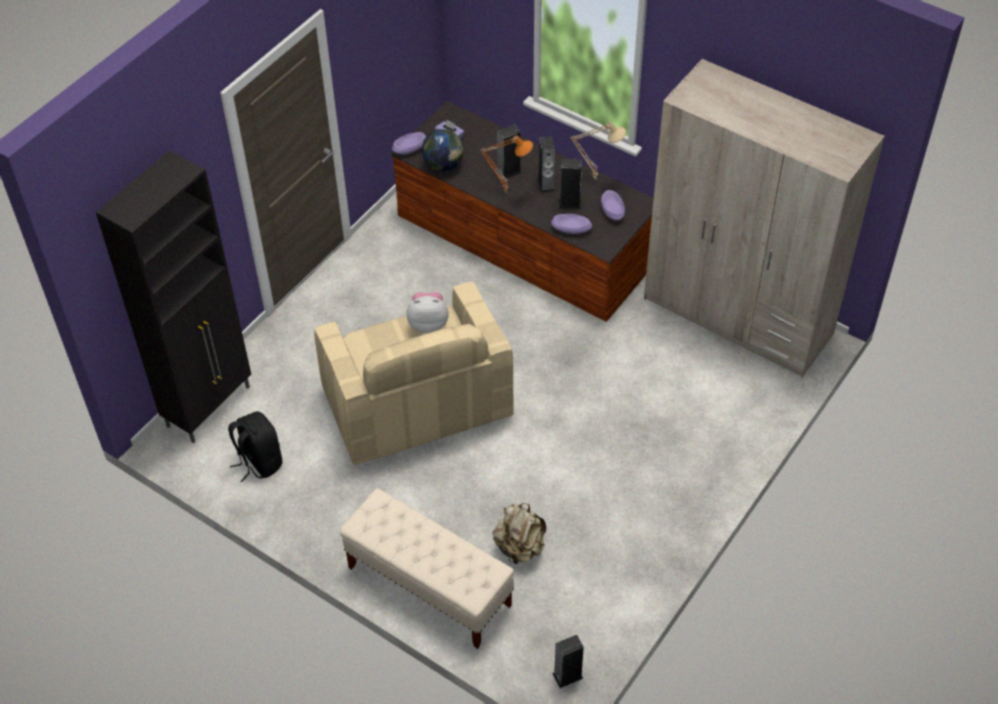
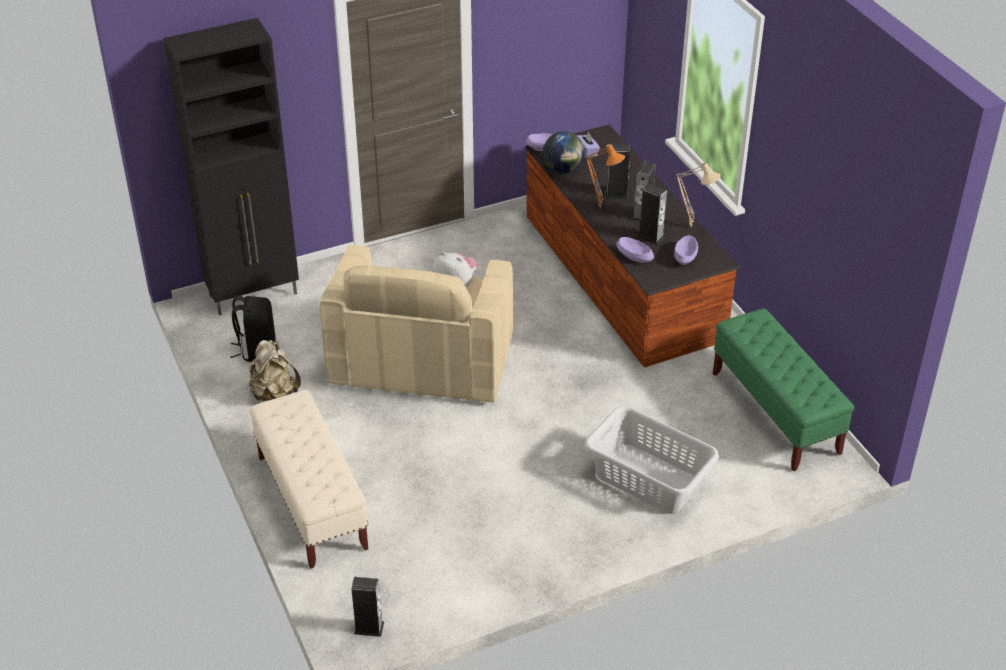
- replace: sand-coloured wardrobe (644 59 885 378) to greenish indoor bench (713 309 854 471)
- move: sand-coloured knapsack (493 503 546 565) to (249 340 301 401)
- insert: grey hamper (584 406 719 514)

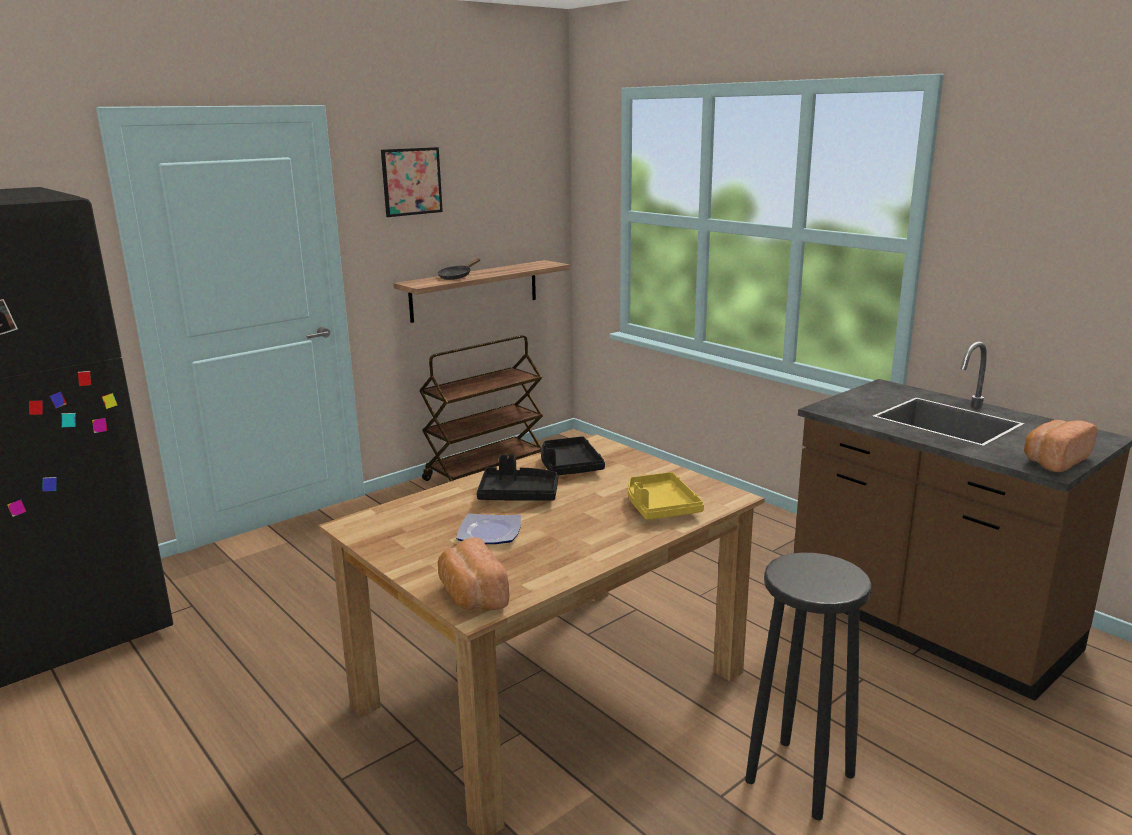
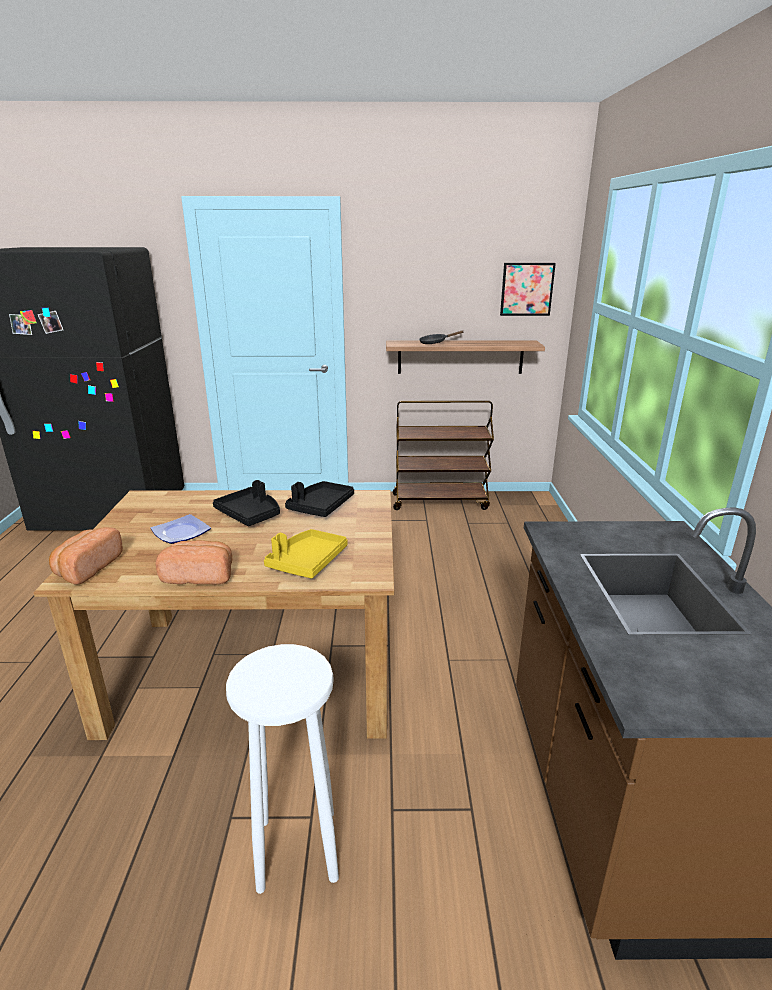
- move: wall picture (381 147 443 217) to (500 263 556 316)
- move: bakery bread (1024 420 1097 472) to (156 540 232 585)
- recolor: black stool seat (745 553 871 820) to white-coloured stool seat (226 644 339 894)

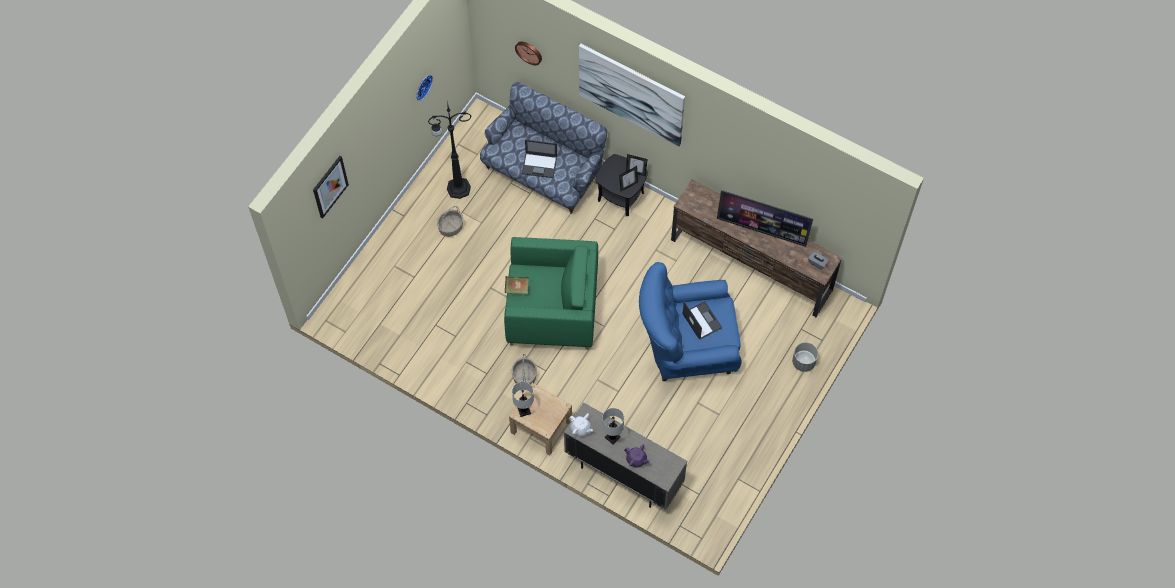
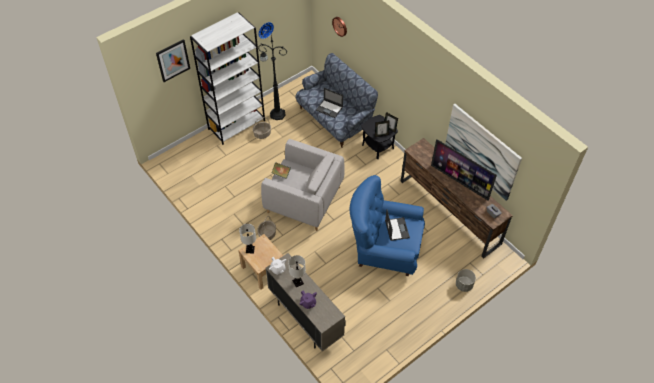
- move: wall picture (579 44 685 147) to (445 104 522 201)
- recolor: greenish armchair (504 237 598 350) to grey armchair (261 139 344 231)
- insert: white-coloured shelving unit (190 12 265 145)

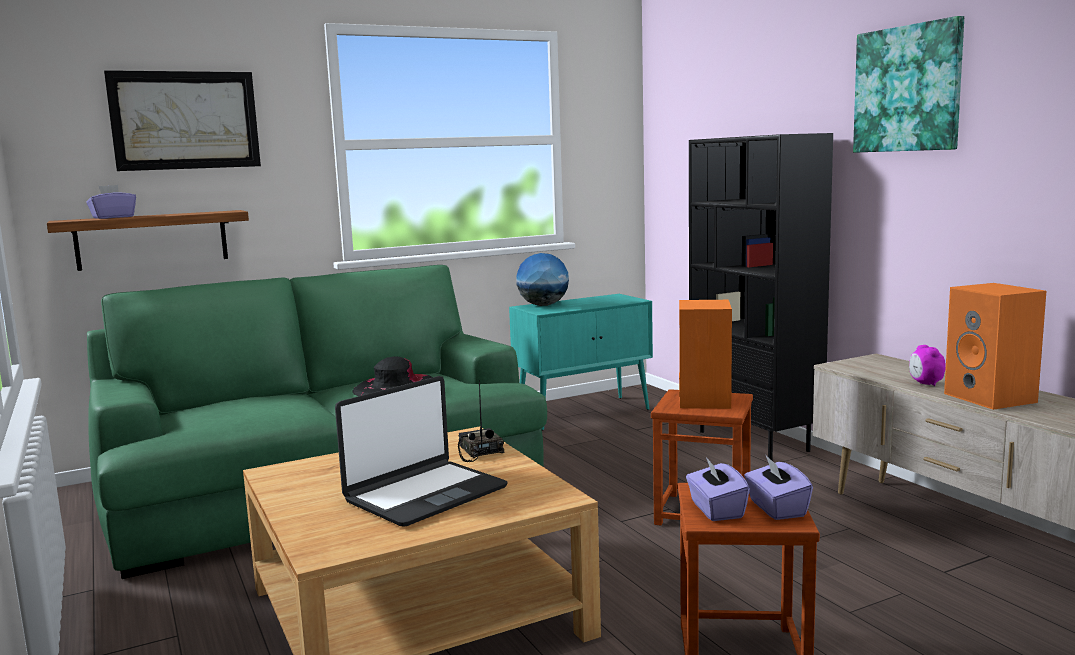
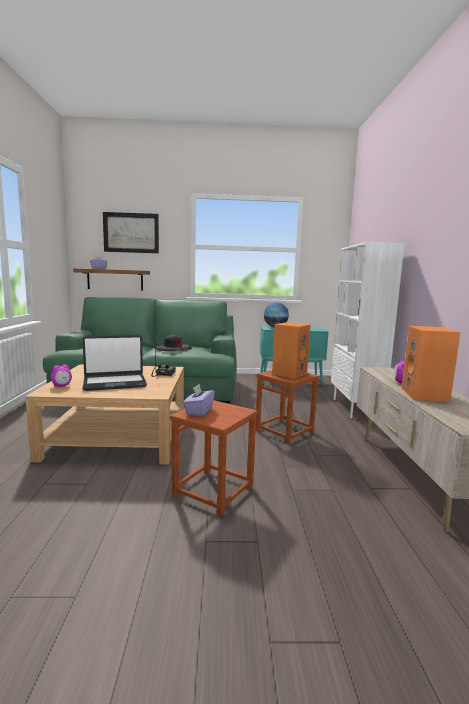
- delete: wall picture (853 16 964 153)
- recolor: black shelving unit (689 133 833 460) to white-coloured shelving unit (331 242 405 418)
- delete: purplish tissue holder (744 454 813 520)
- insert: bedside clock (51 365 72 387)

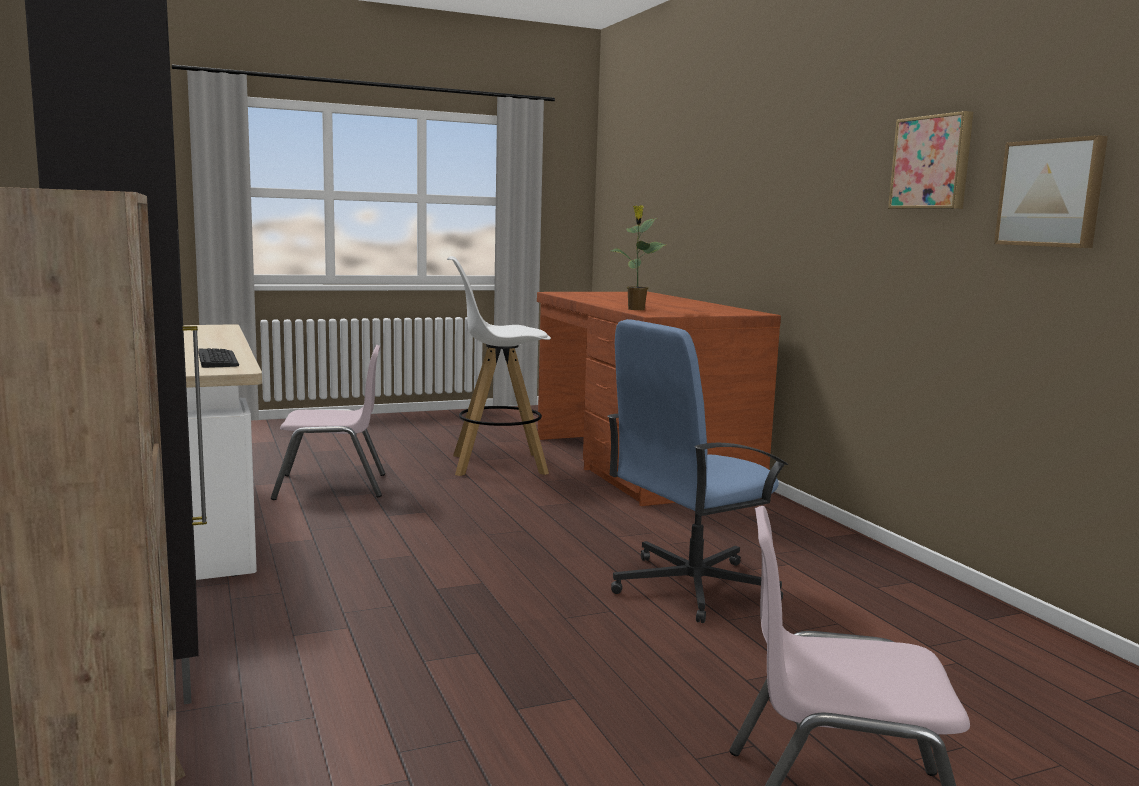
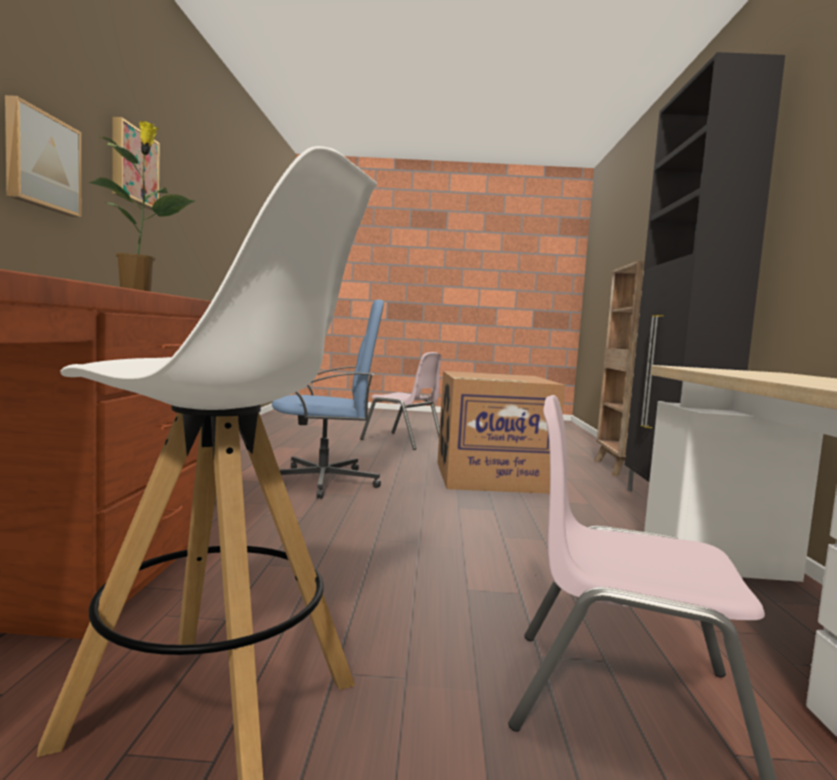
- move: wall picture (994 135 1108 248) to (5 95 81 217)
- delete: PC keyboard (198 348 239 368)
- insert: cardboard box (437 371 565 494)

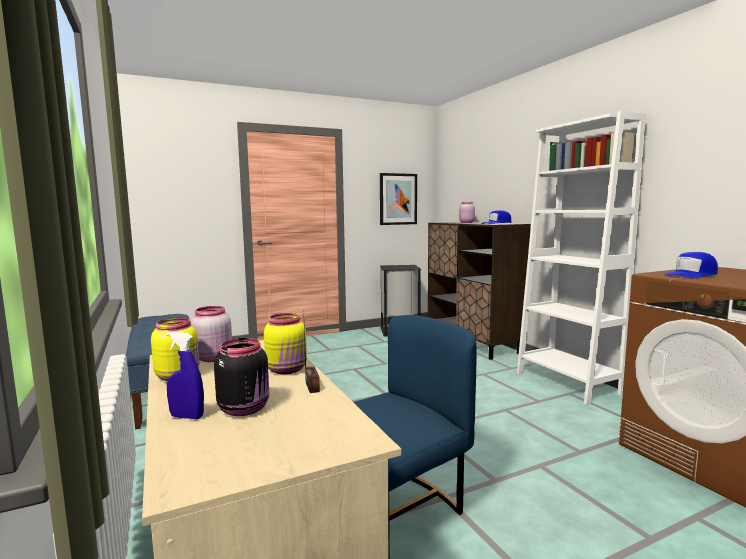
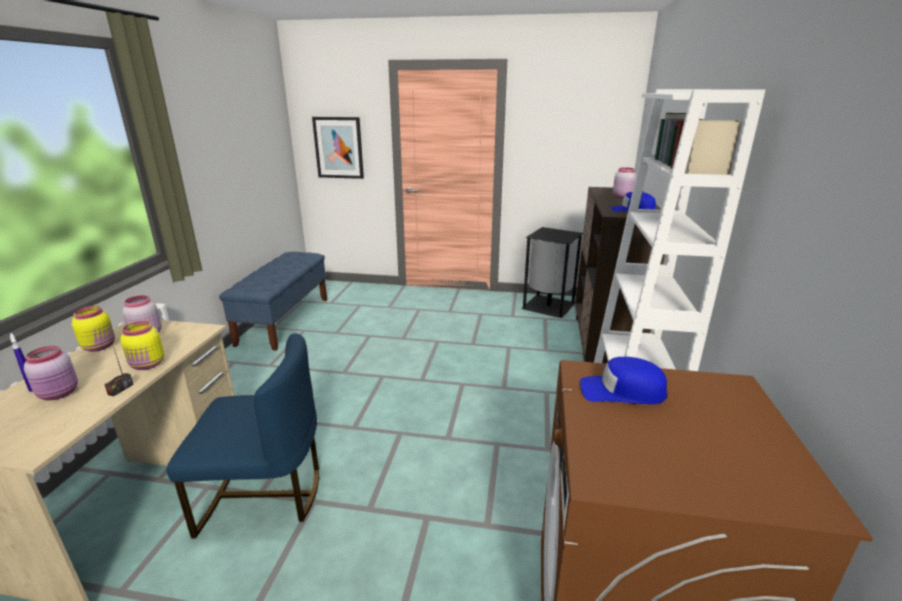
- move: wall picture (380 173 417 225) to (312 117 364 179)
- recolor: black preserve jar (214 338 269 416) to pinkish preserve jar (24 346 78 400)

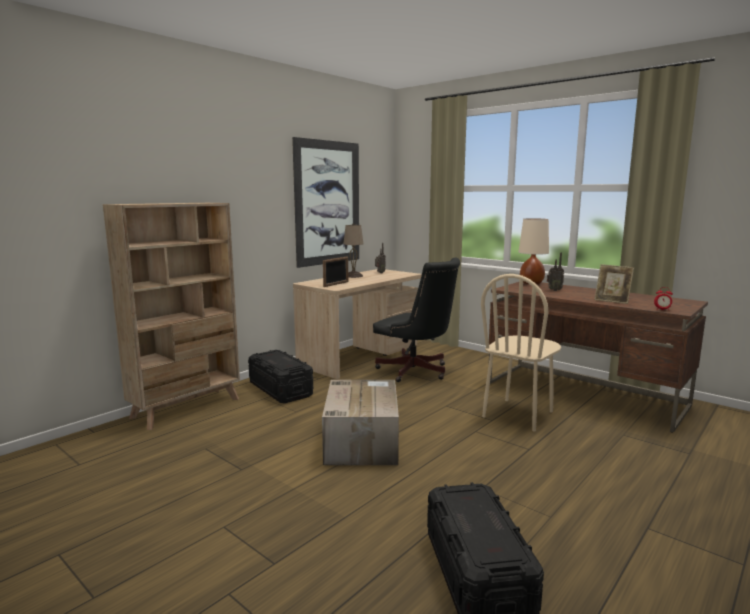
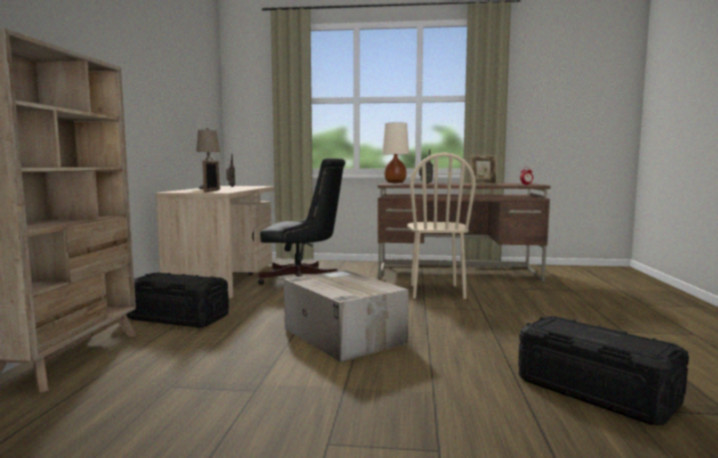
- delete: wall picture (292 137 359 268)

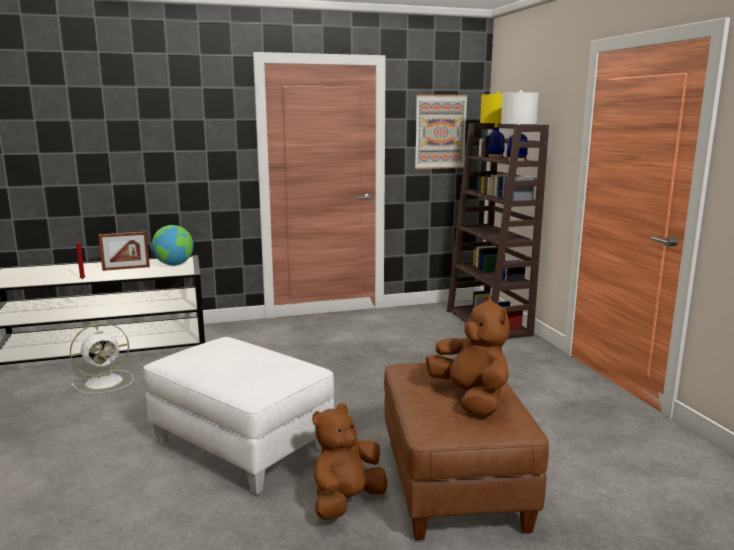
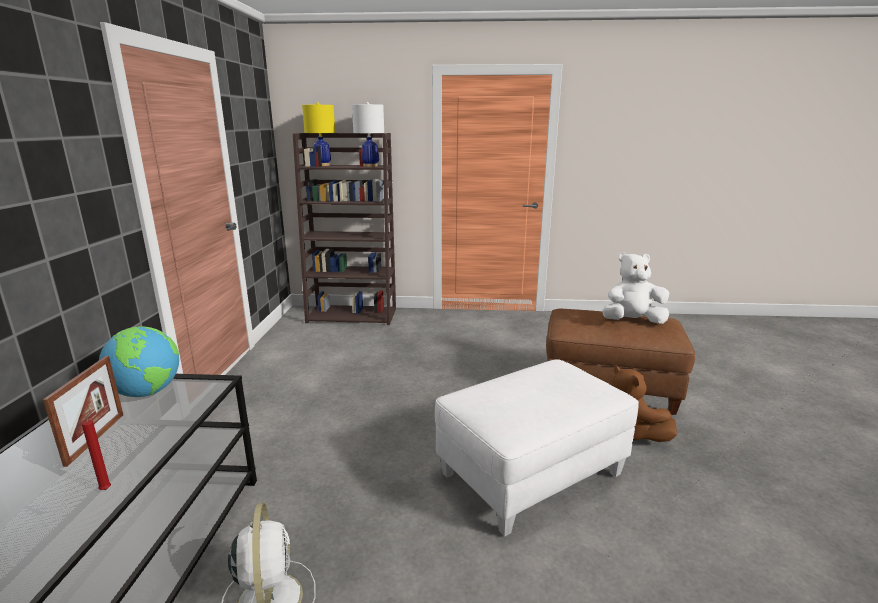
- delete: wall picture (415 95 468 169)
- recolor: brown soft toy (425 297 510 416) to white-coloured soft toy (602 252 669 324)

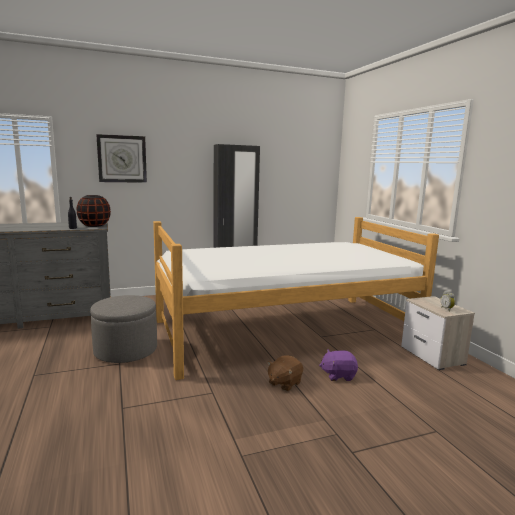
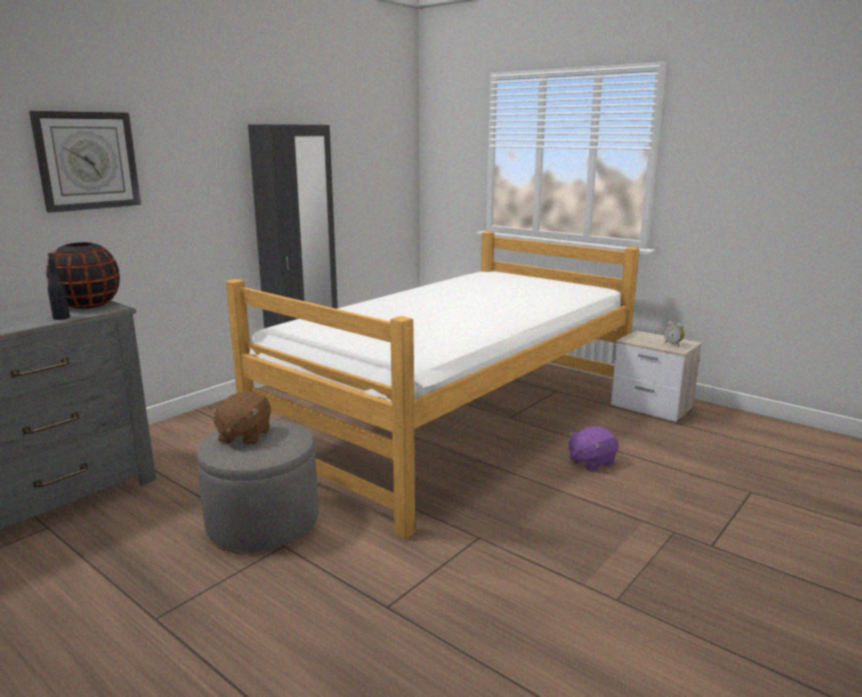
- move: brown soft toy (267 355 303 391) to (210 391 271 445)

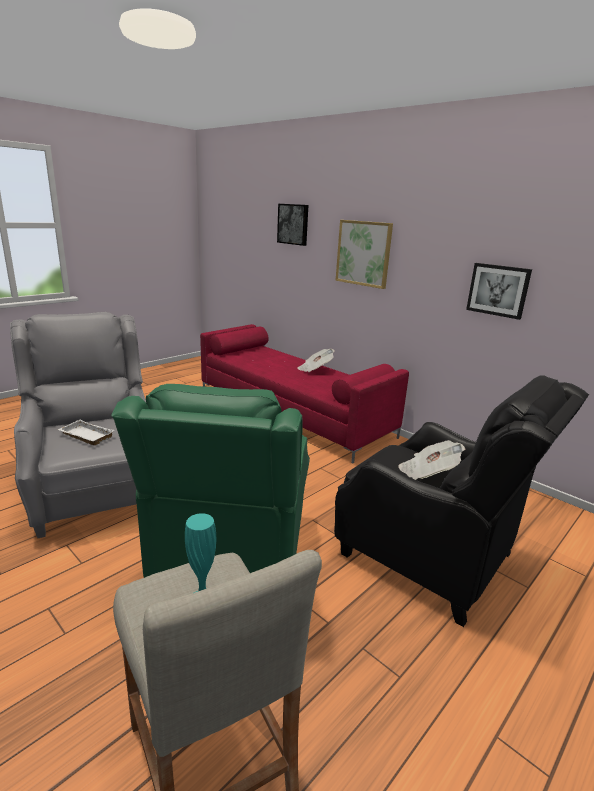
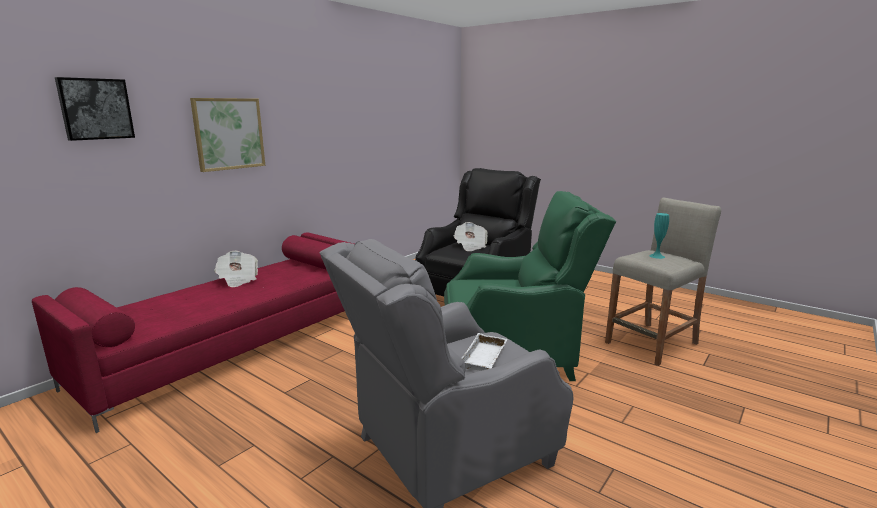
- delete: wall picture (466 263 532 320)

